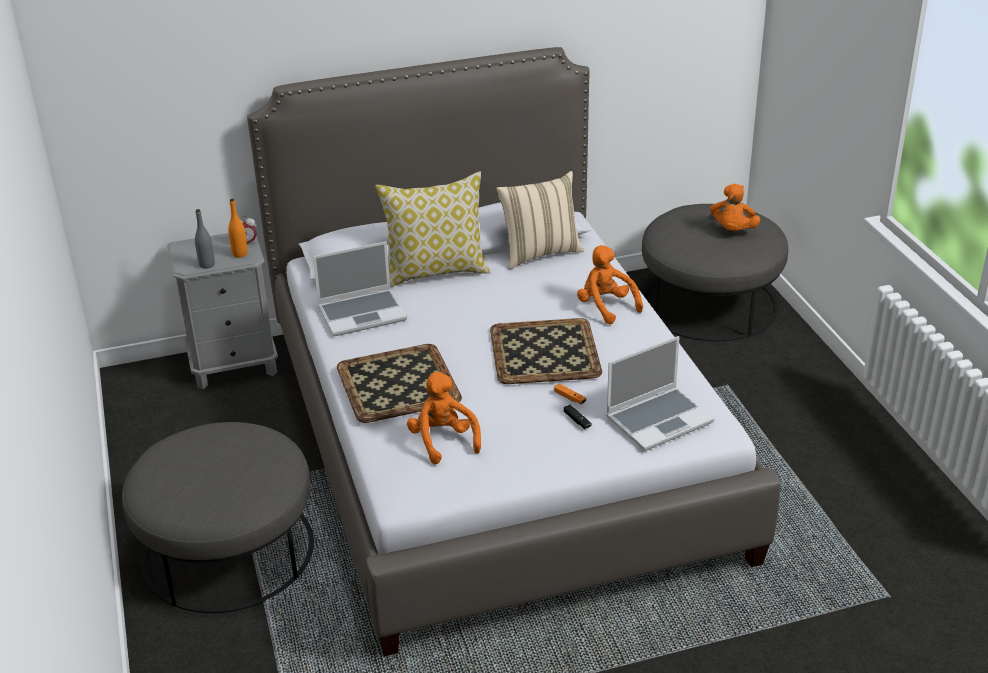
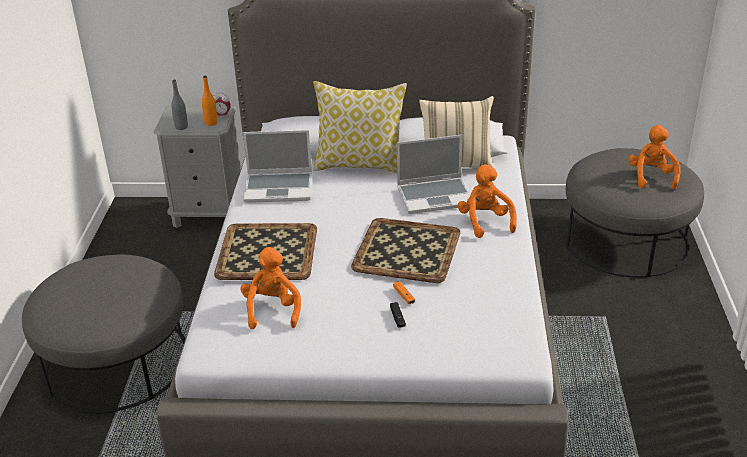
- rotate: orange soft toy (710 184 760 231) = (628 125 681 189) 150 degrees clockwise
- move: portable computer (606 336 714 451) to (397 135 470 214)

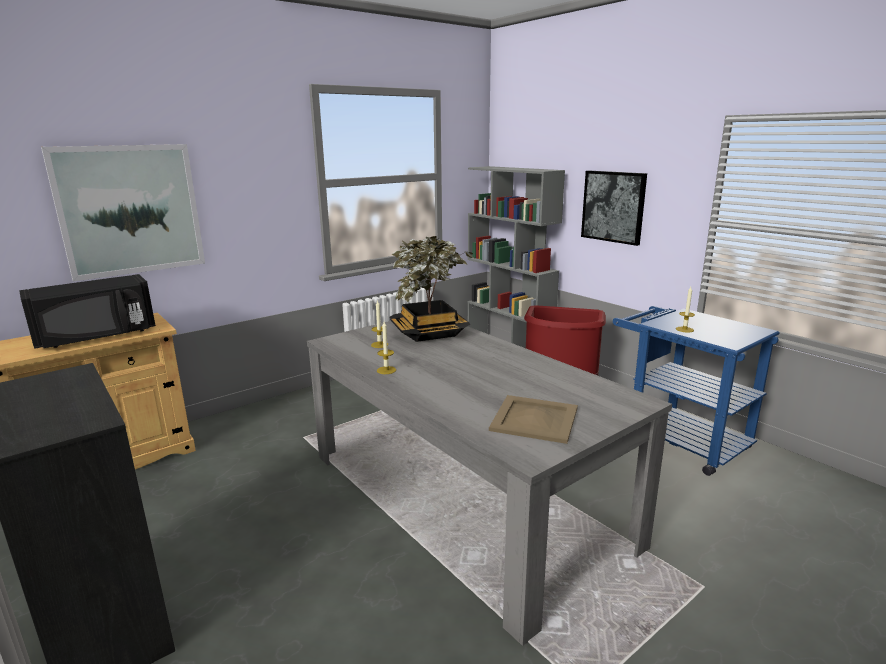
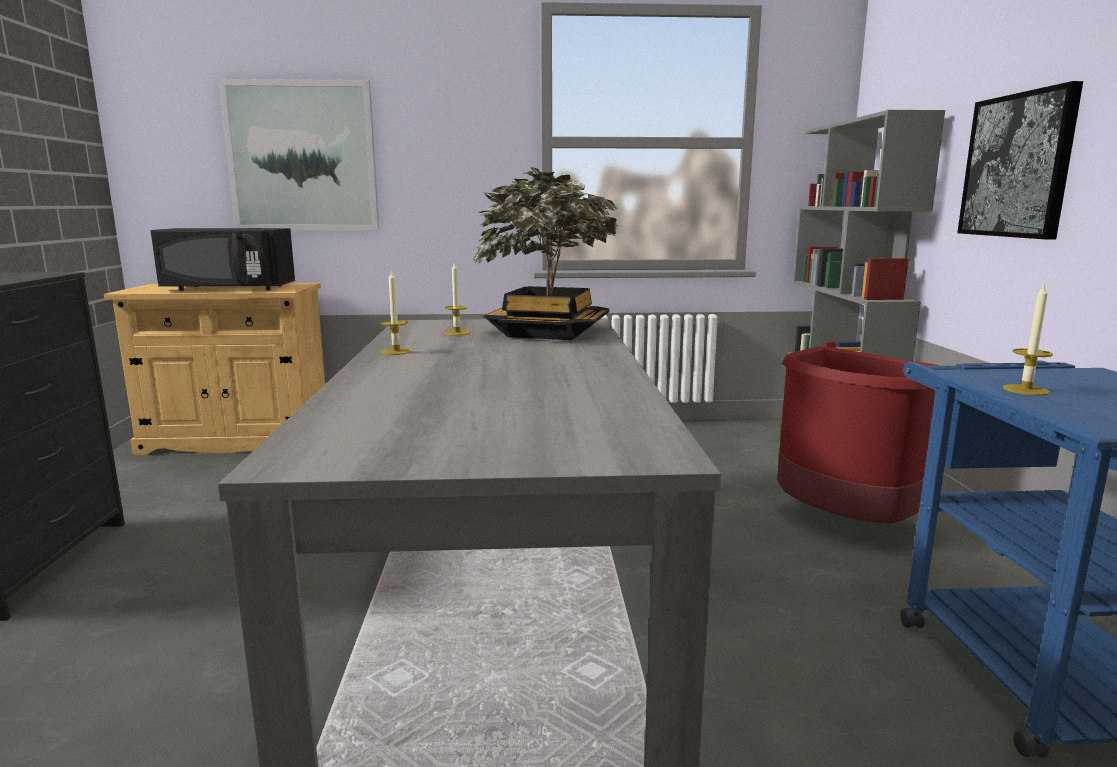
- delete: sand-coloured serving tray (489 395 578 444)

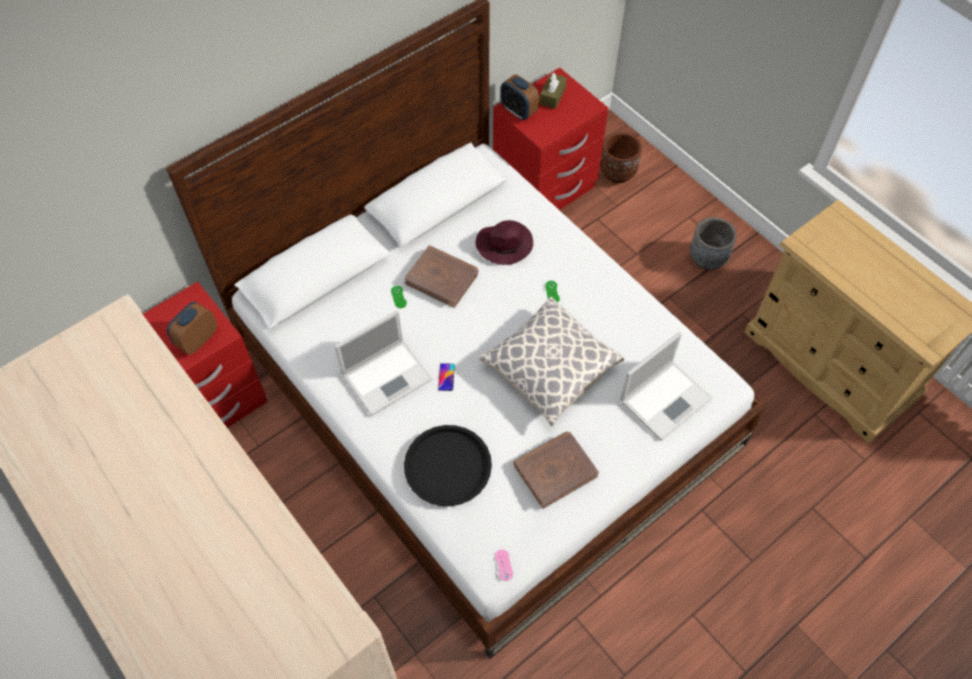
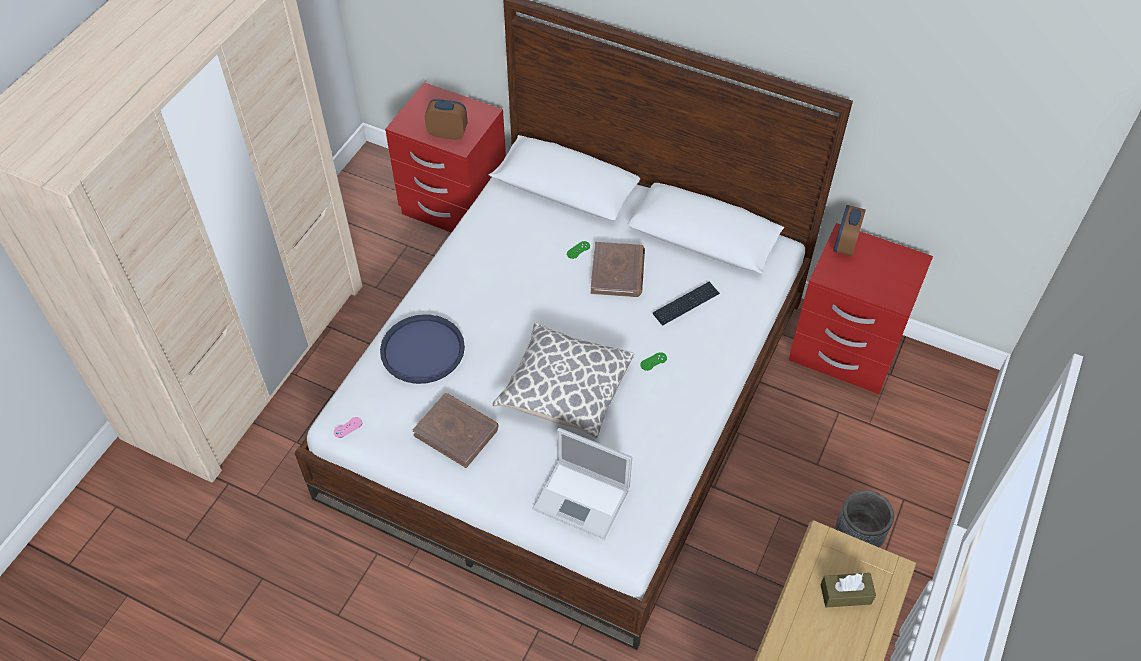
- move: brown tissue holder (540 73 567 109) to (820 573 876 608)
- delete: brown planter (600 132 642 183)
- replace: purplish hat (476 220 533 265) to PC keyboard (653 281 720 325)
- delete: portable computer (334 310 432 416)
- delete: handset (438 363 455 391)
- recolor: black serving tray (404 425 492 506) to blue serving tray (380 314 465 384)

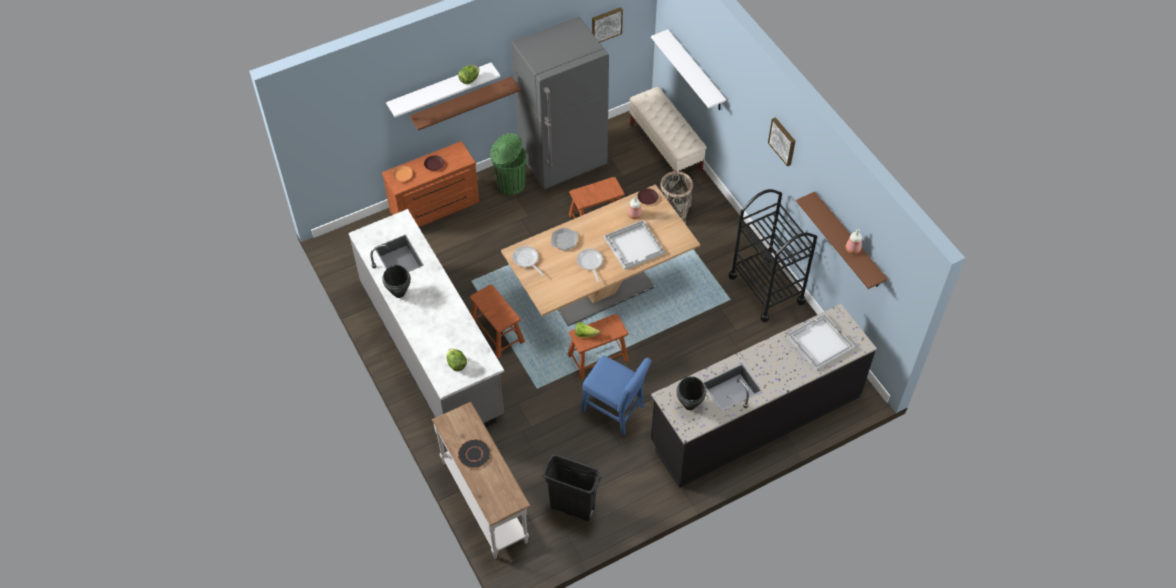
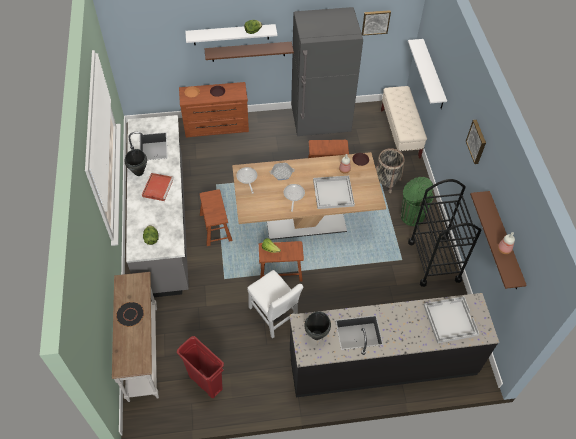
- move: greenish trash can (490 133 526 195) to (401 177 433 226)
- recolor: blue plain chair (581 355 651 435) to white-coloured plain chair (248 270 304 339)
- recolor: black trash can (542 454 602 521) to reddish trash can (177 336 224 398)
- insert: reddish serving tray (142 173 174 201)

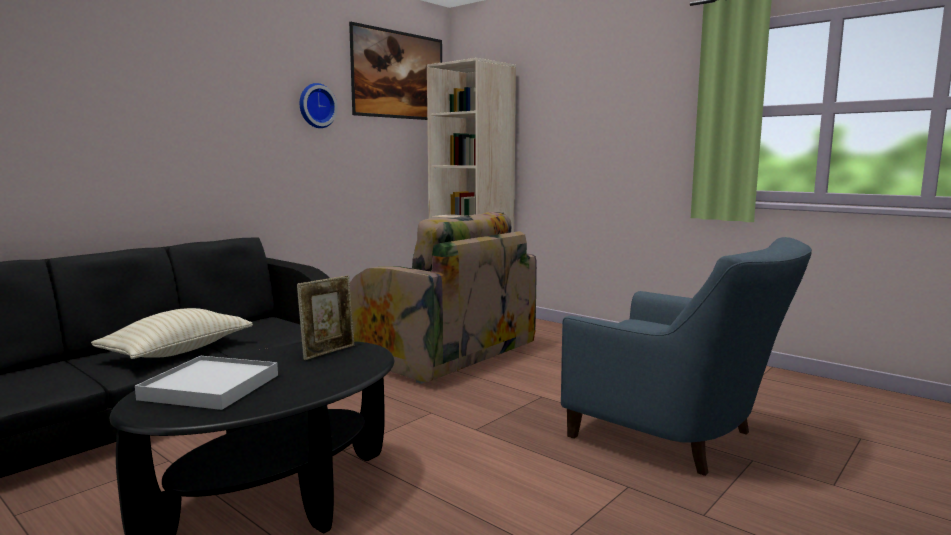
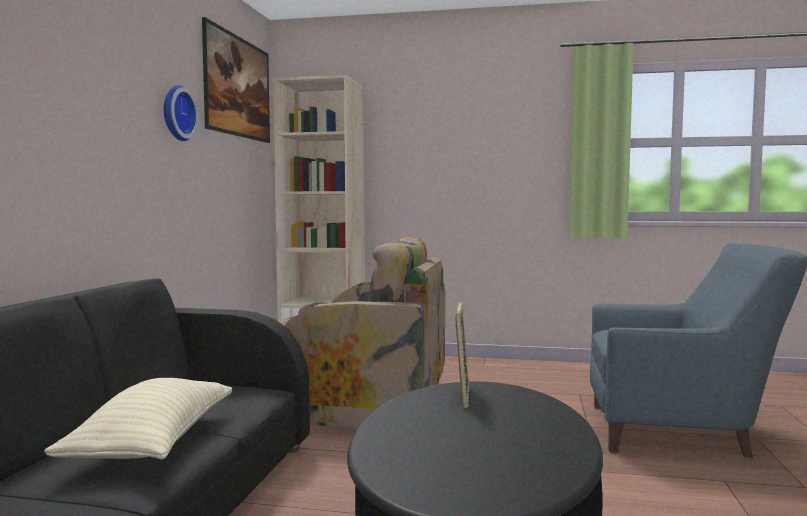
- delete: white-coloured serving tray (135 356 278 410)

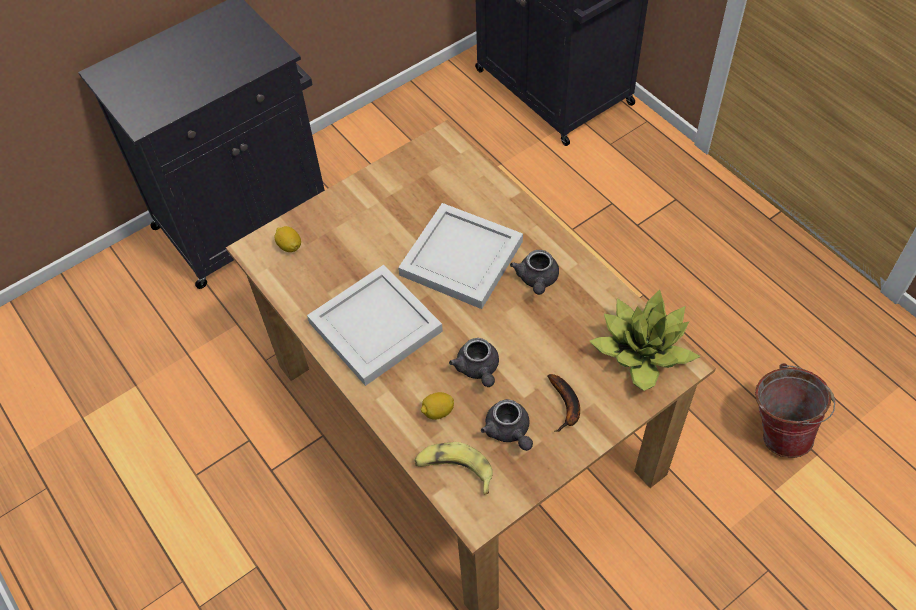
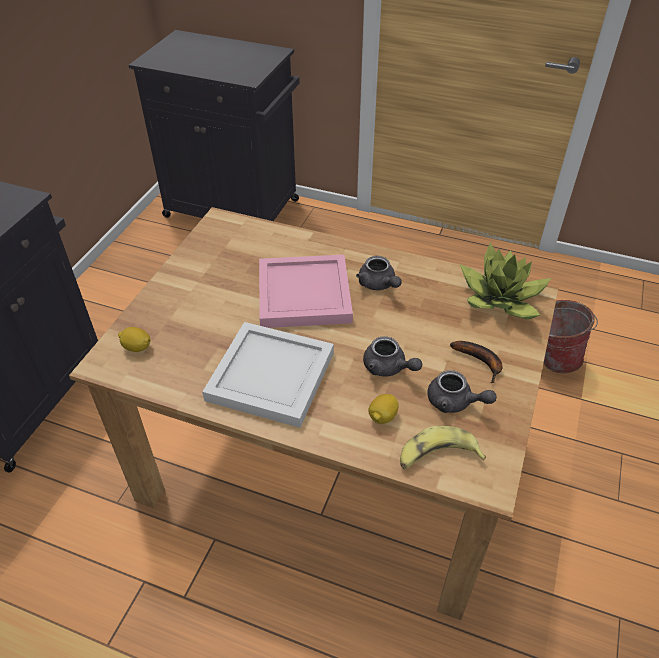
- recolor: white-coloured serving tray (398 203 523 309) to pinkish serving tray (259 255 353 328)

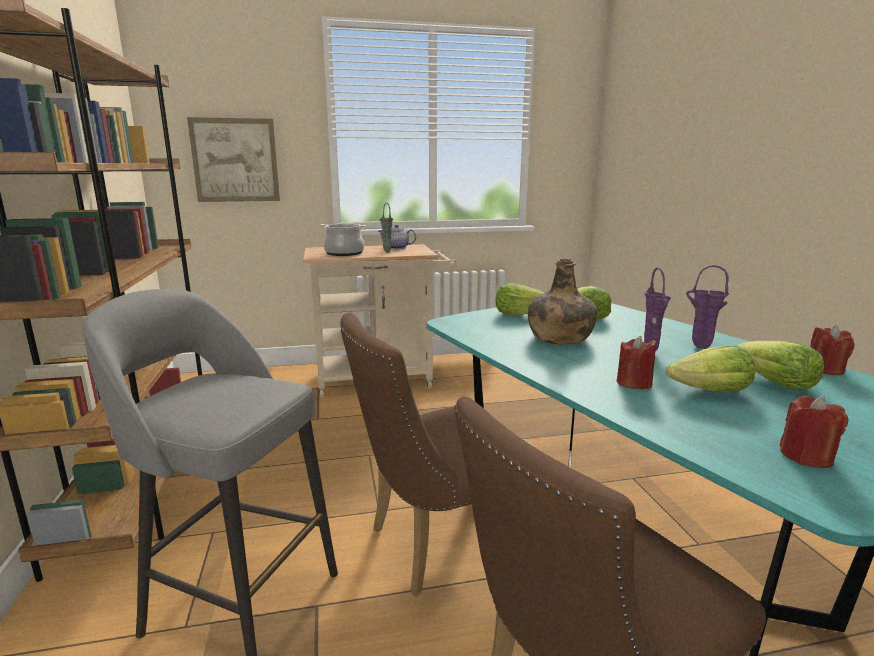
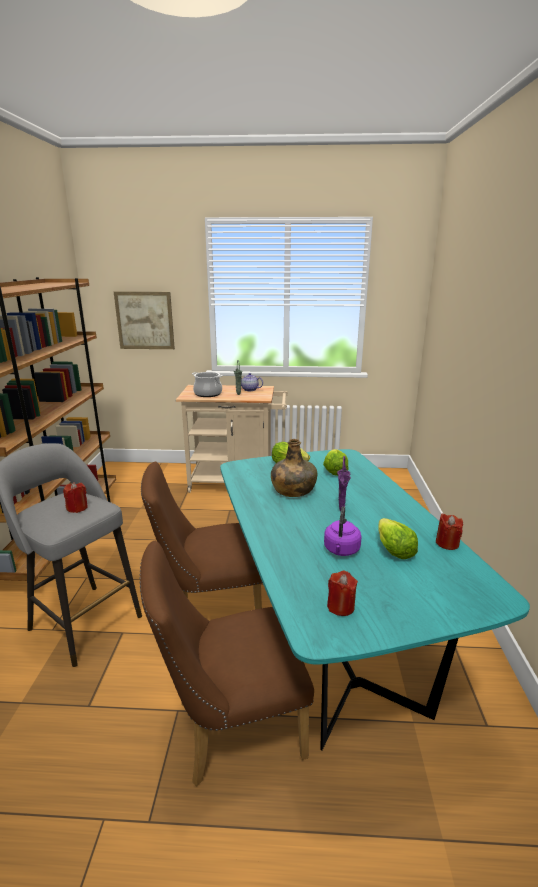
- delete: purplish decorative vase (686 265 729 349)
- move: reddish candle (617 336 657 389) to (63 482 88 513)
- replace: lettuce (666 345 755 392) to purplish tea kettle (324 506 362 556)

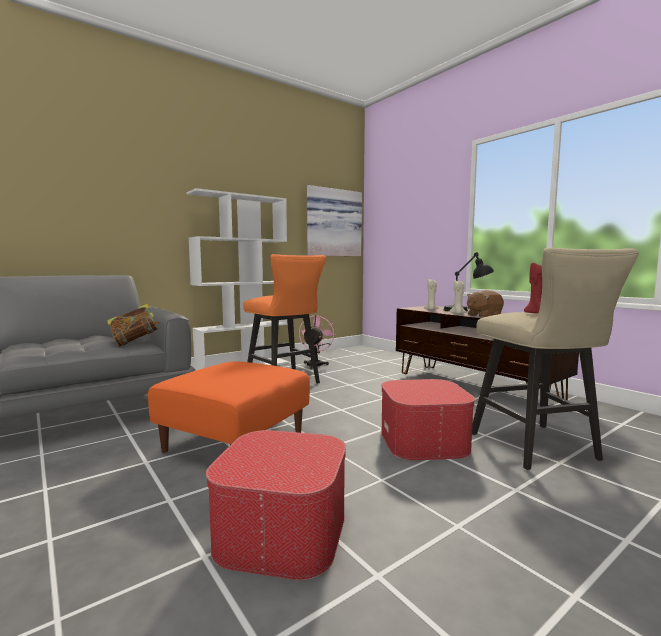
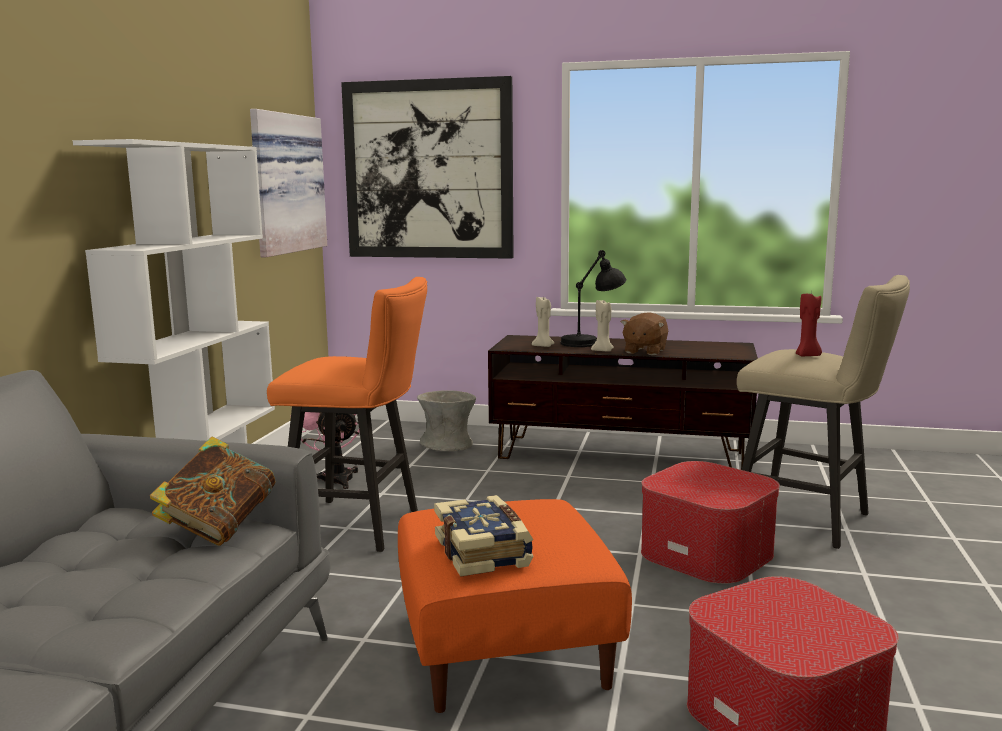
- insert: wall picture (341 76 514 259)
- insert: grey decorative vase (417 390 476 451)
- insert: book (434 495 533 577)

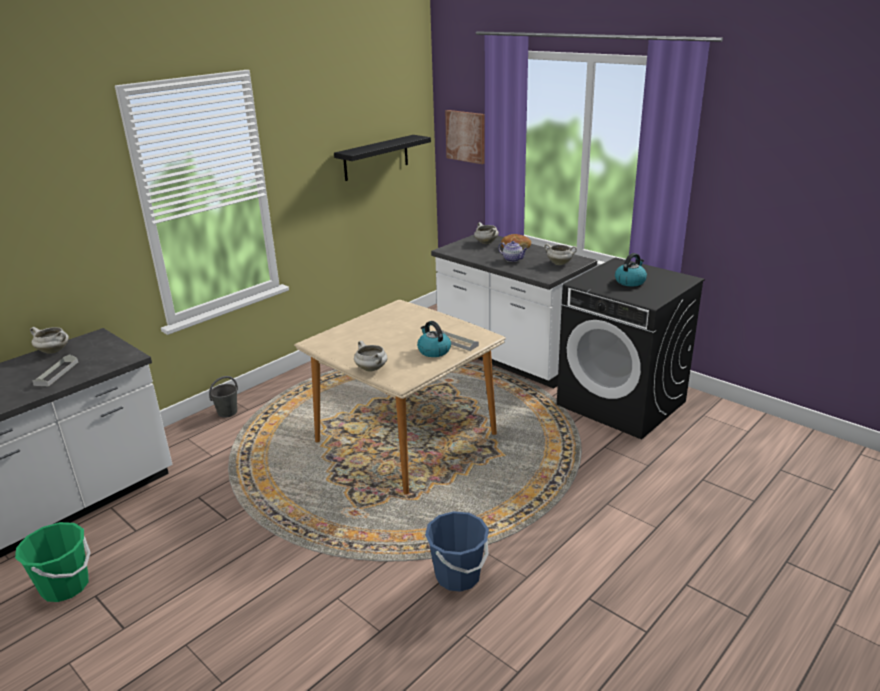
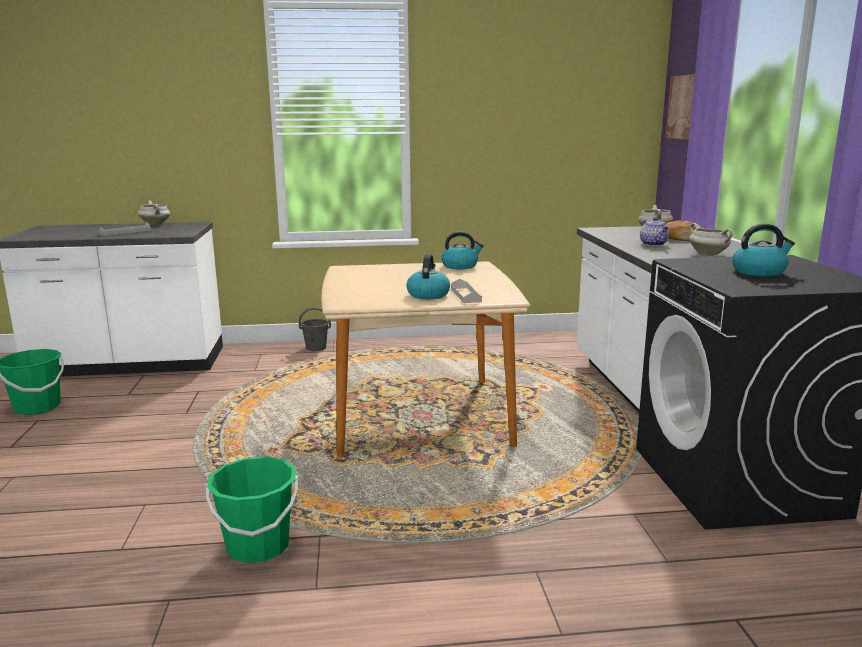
- delete: black bracket shelf (334 135 431 181)
- delete: white-coloured stockpot (354 341 388 372)
- recolor: blue pail (425 511 489 592) to greenish pail (206 456 298 563)
- insert: tea kettle (441 231 484 269)

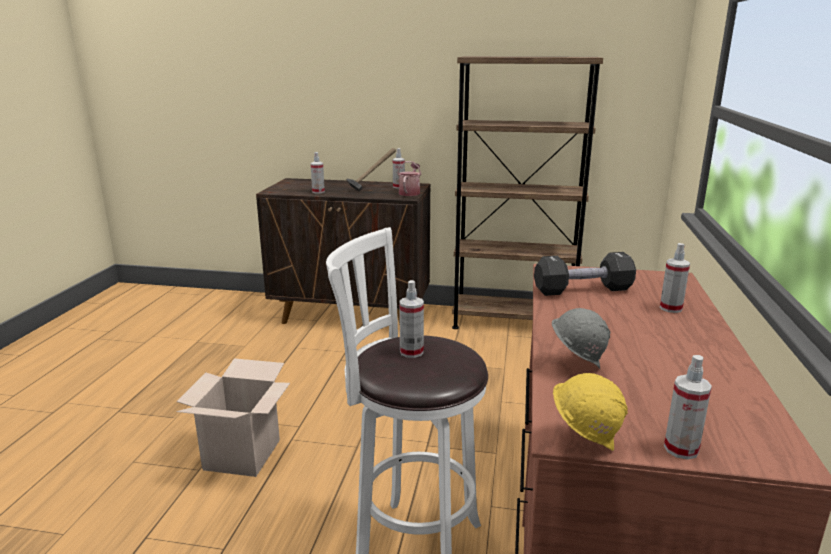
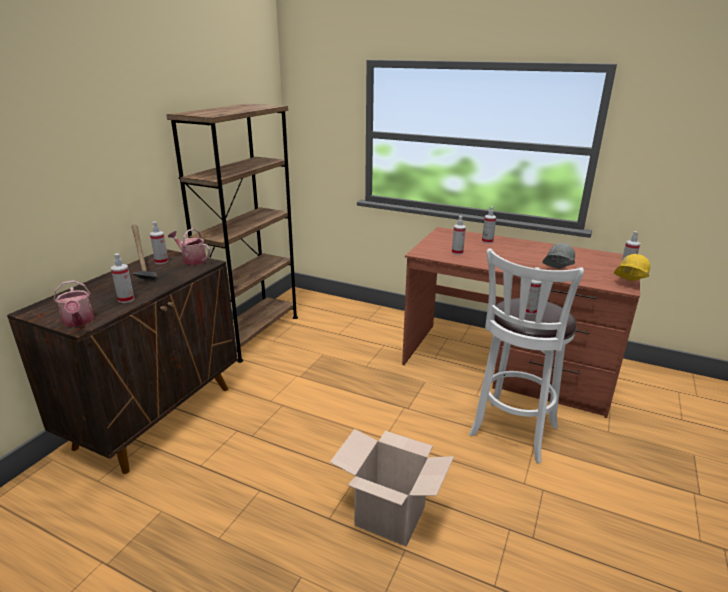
- replace: black hand weight (534 252 636 296) to sprayer (452 216 466 255)
- insert: watering pot (54 280 94 327)

